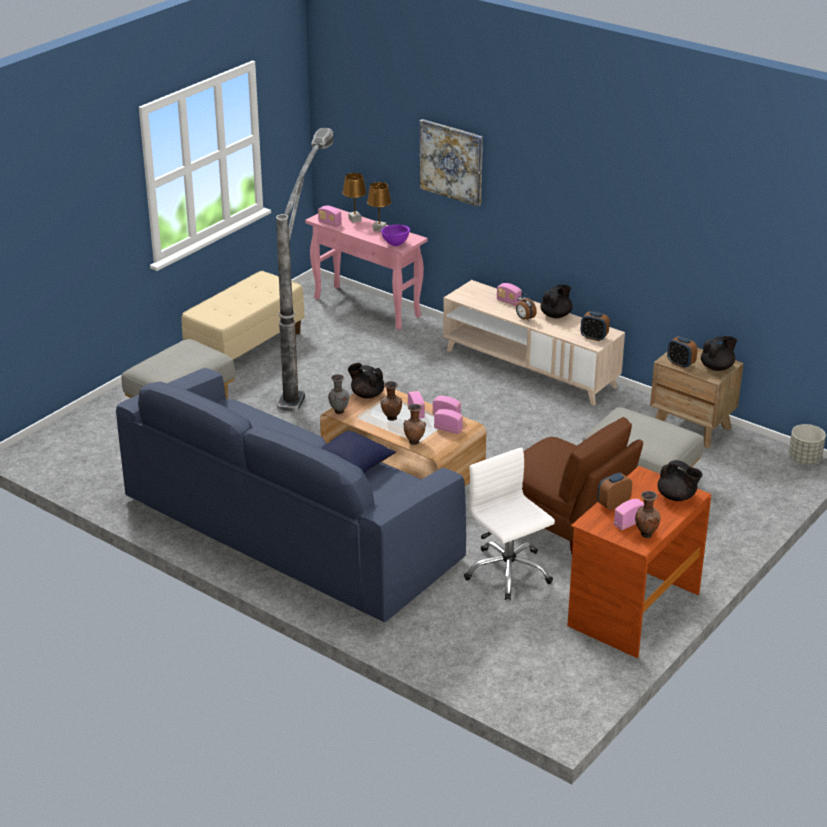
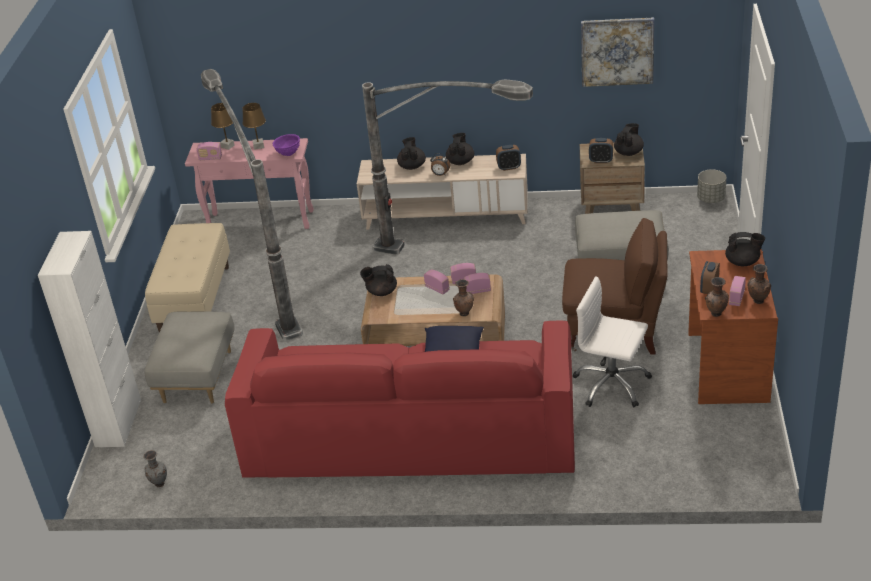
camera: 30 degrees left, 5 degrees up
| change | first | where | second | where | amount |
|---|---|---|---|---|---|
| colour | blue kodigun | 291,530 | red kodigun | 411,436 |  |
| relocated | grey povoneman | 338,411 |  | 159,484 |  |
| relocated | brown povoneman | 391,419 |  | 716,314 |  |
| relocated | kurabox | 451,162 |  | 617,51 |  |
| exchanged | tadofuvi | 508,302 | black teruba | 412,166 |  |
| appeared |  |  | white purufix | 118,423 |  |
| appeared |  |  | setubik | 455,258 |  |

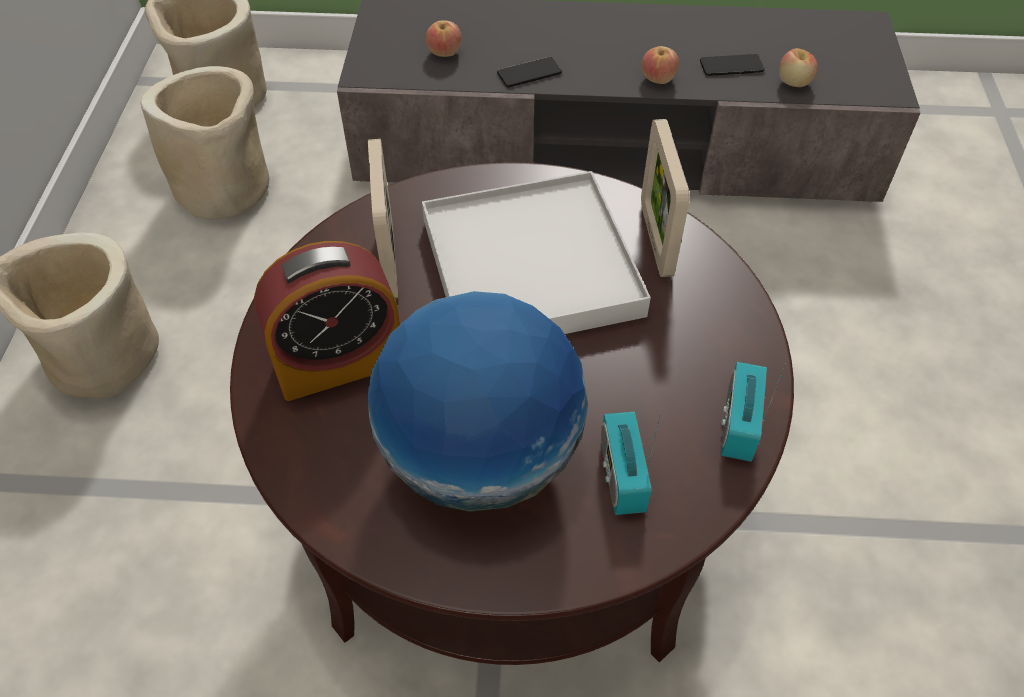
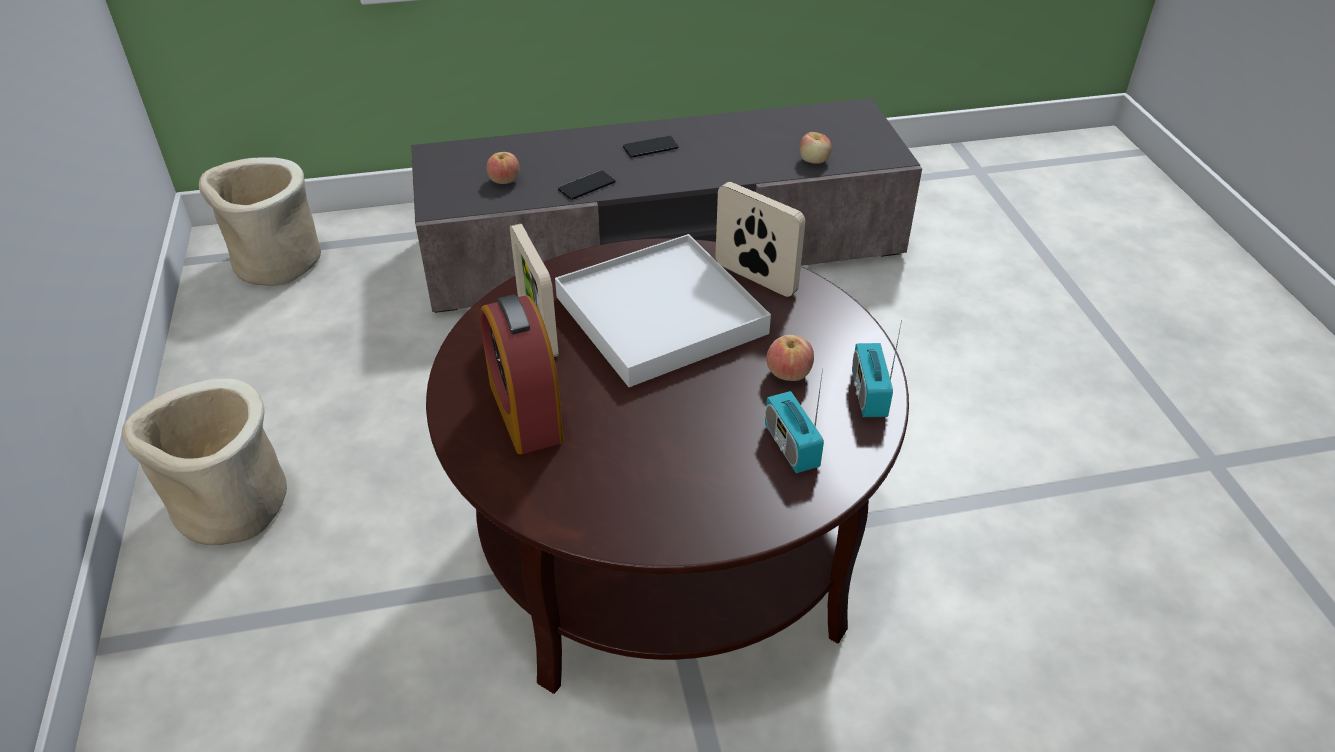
camera: 15 degrees left, 10 degrees down
| change | first | where | second | where | amount |
|---|---|---|---|---|---|
| missing | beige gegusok | 225,188 |  |  |  |
| spun | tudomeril | 339,362 |  | 525,412 | 105 degrees clockwise |
| missing | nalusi | 481,457 |  |  |  |
| relocated | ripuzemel | 657,79 |  | 788,374 |  |
| spun | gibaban | 656,239 |  | 755,278 | 150 degrees clockwise |
| relocated | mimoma | 731,66 |  | 650,147 |  |

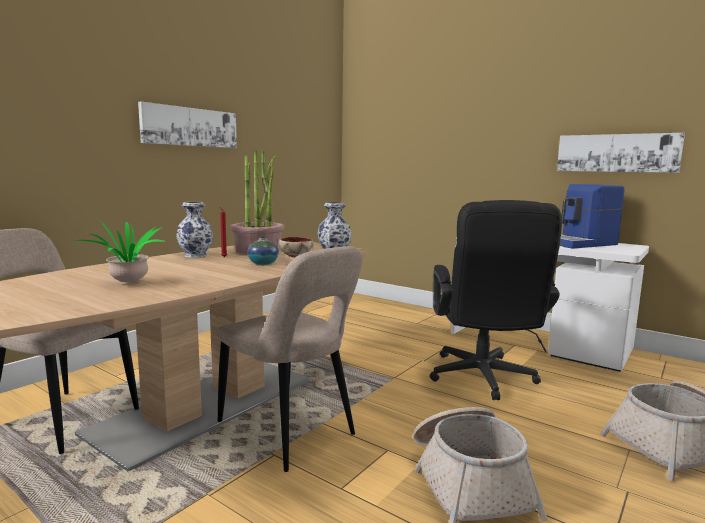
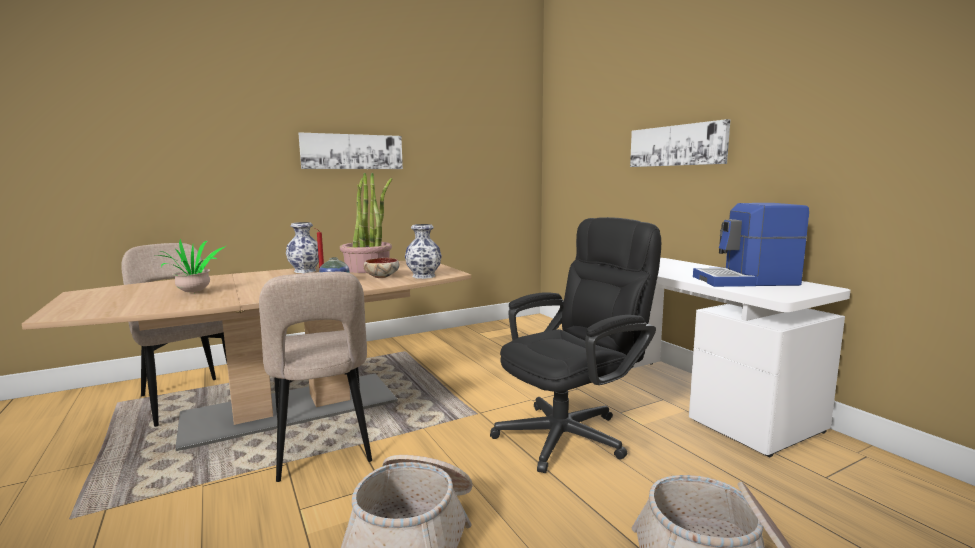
camera: 25 degrees right, 0 degrees up
| change | first | where | second | where | amount |
|---|---|---|---|---|---|
| spun | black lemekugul | 483,379 |  | 572,433 | 150 degrees counterclockwise |
| relocated | kurabox | 616,153 |  | 676,145 |  |

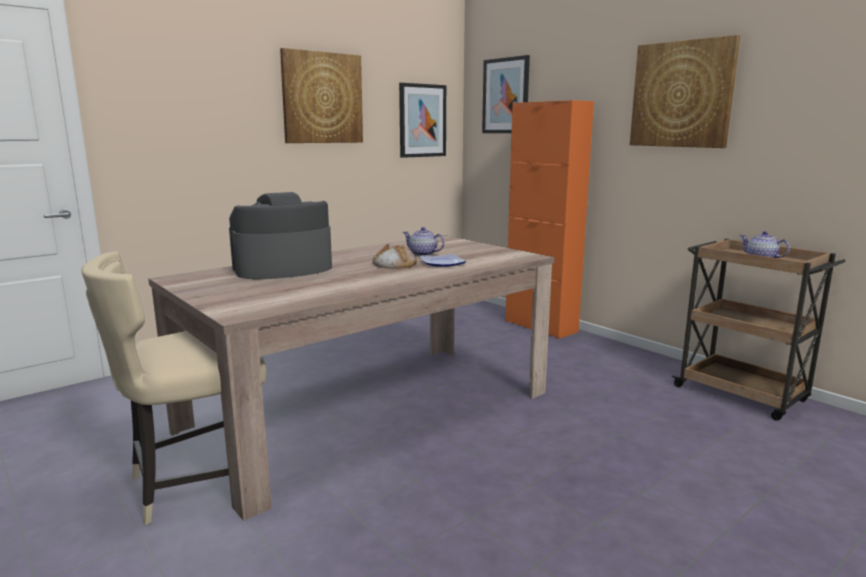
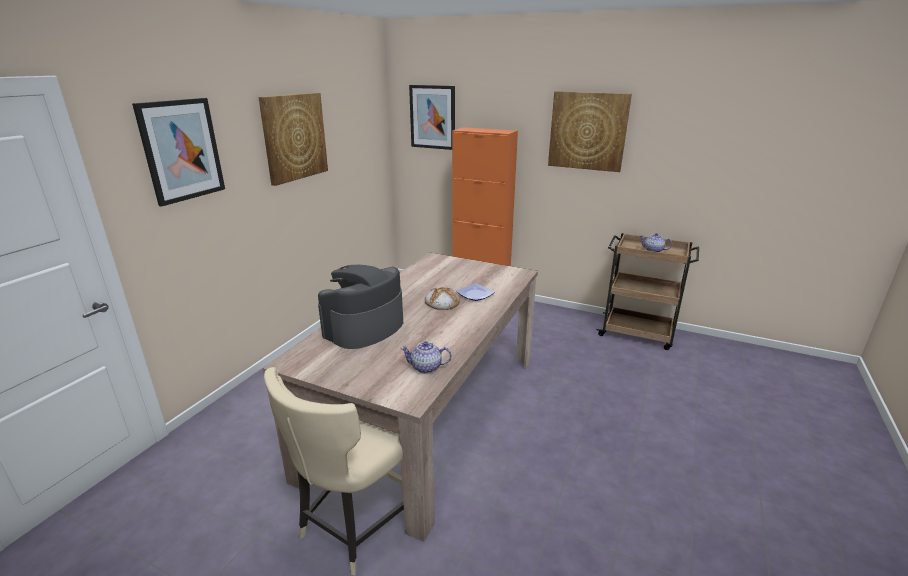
camera: 25 degrees left, 10 degrees up
| change | first | where | second | where | amount |
|---|---|---|---|---|---|
| relocated | kurabox | 422,120 |  | 181,150 |  |
| relocated | teruba | 423,254 |  | 426,367 |  |

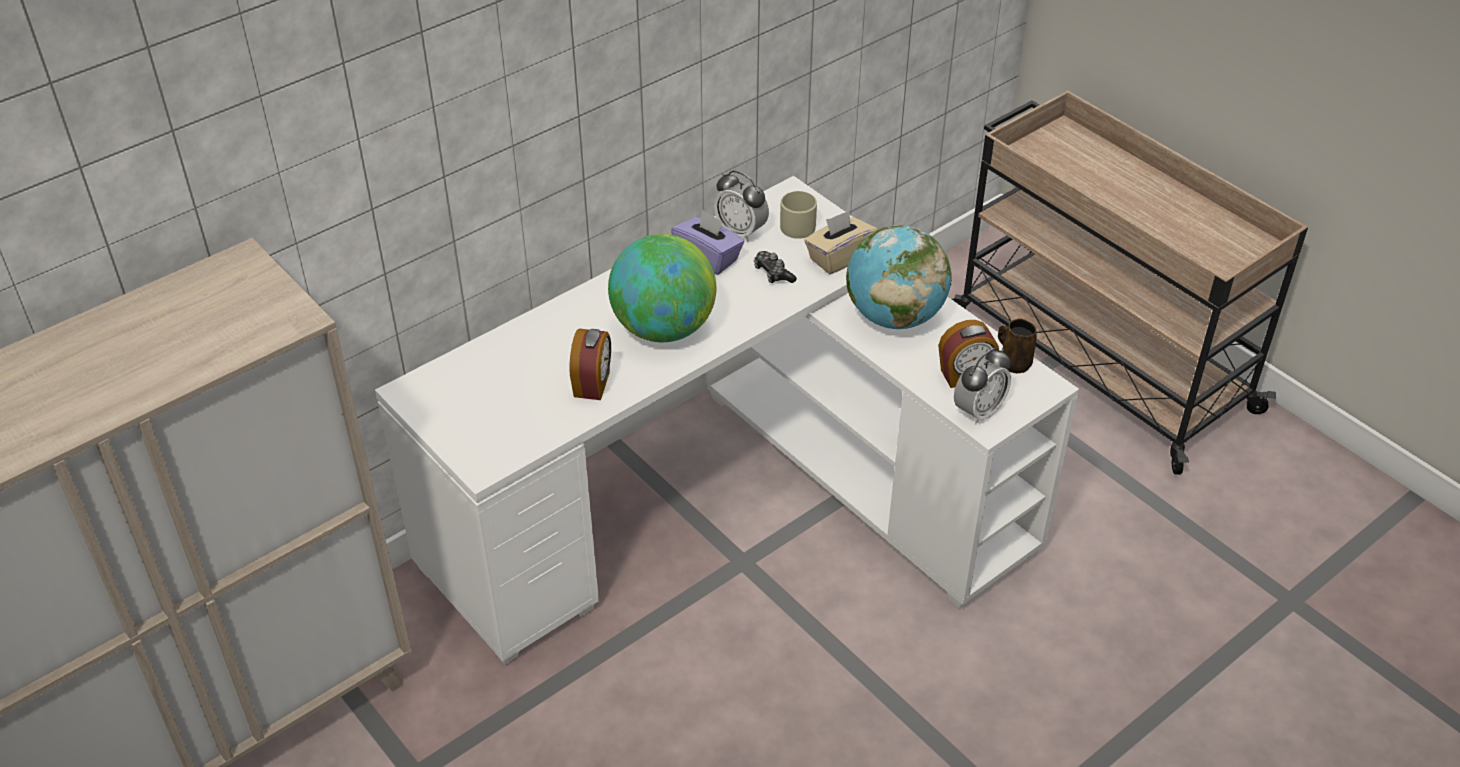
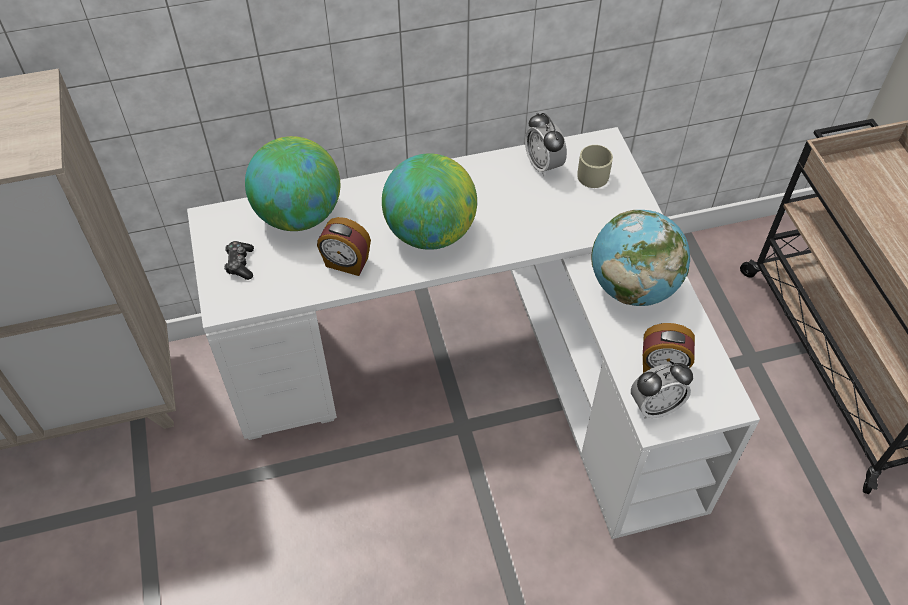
camera: 25 degrees right, 10 degrees up
| change | first | where | second | where | amount |
|---|---|---|---|---|---|
| spun | tudomeril | 593,384 |  | 346,263 | 75 degrees clockwise |
| missing | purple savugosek | 708,258 |  |  |  |
| relocated | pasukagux | 773,273 |  | 240,264 |  |
| missing | beige savugosek | 839,257 |  |  |  |
| missing | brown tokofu | 1014,363 |  |  |  |
| appeared |  |  | nalusi | 298,215 |  |

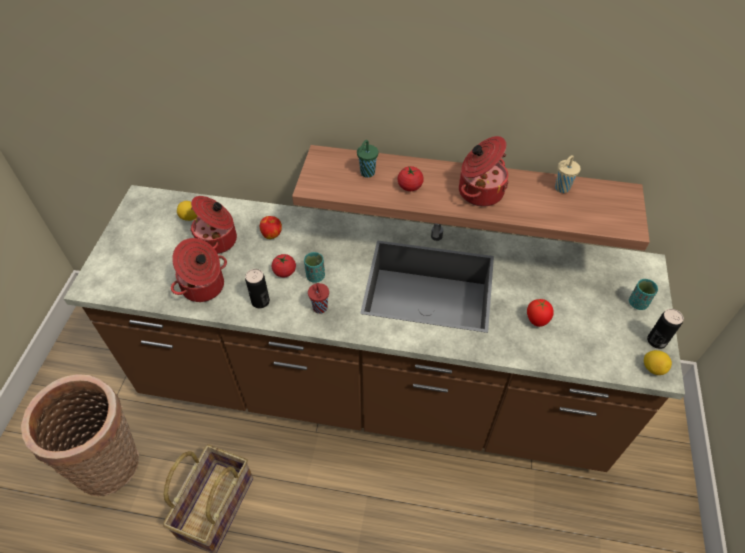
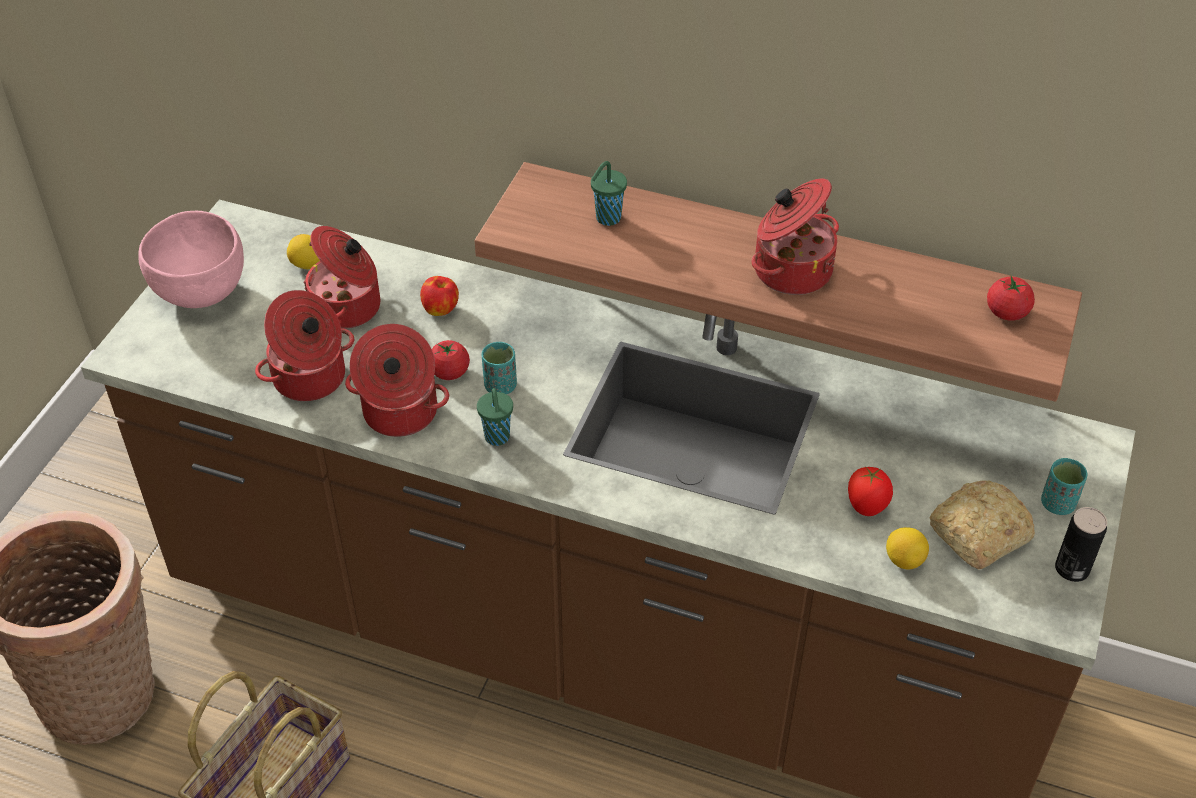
camera: 10 degrees right, 5 degrees down
| change | first | where | second | where | amount |
|---|---|---|---|---|---|
| exchanged | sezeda | 260,301 | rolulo | 399,413 |  |
| colour | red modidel | 320,308 | green modidel | 497,438 |  |
| relocated | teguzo | 410,186 |  | 1007,312 |  |
| missing | beige modidel | 561,188 |  |  |  |
| relocated | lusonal | 653,368 |  | 904,560 |  |
| appeared |  |  | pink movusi | 200,292 |  |
| appeared |  |  | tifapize | 976,535 |  |

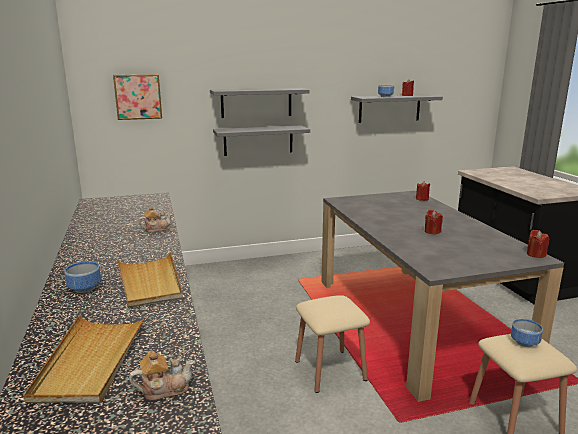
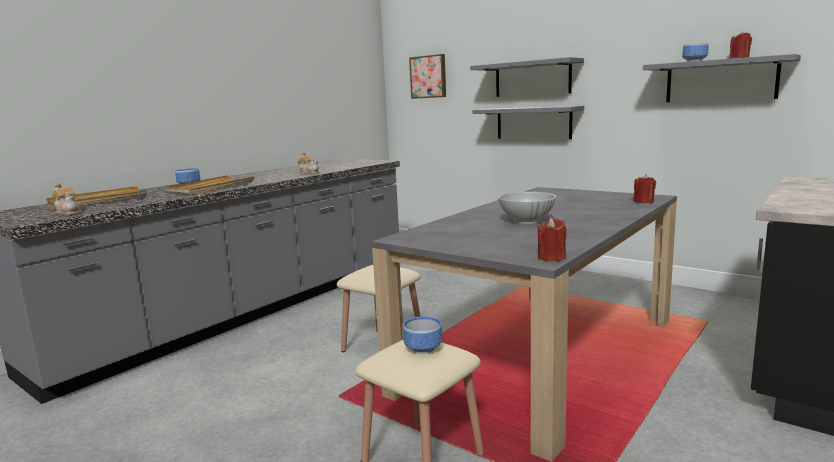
camera: 55 degrees right, 5 degrees down
| change | first | where | second | where | amount |
|---|---|---|---|---|---|
| exchanged | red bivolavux | 432,231 | white movusi | 526,221 |  |

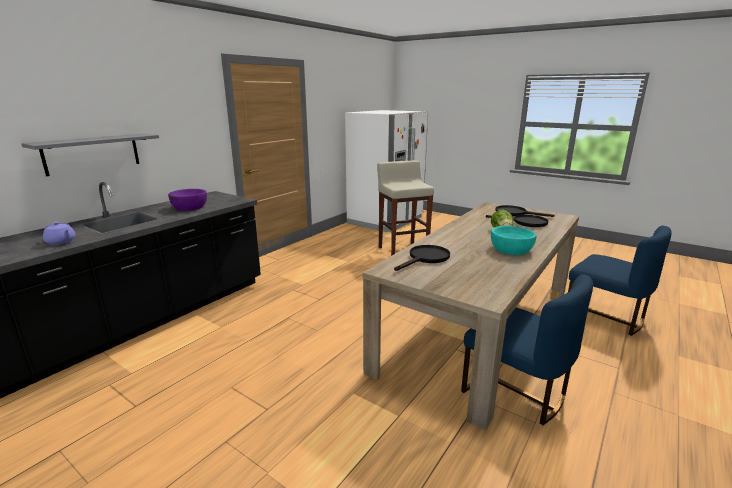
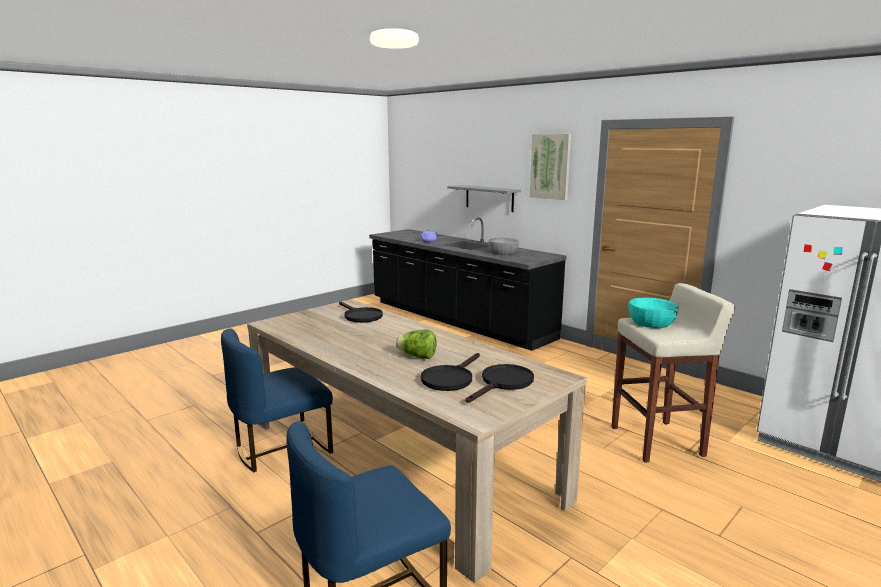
camera: 100 degrees right, 5 degrees down
| change | first | where | second | where | amount |
|---|---|---|---|---|---|
| colour | purple movusi | 189,207 | grey movusi | 502,253 |  |
| relocated | turquoise movusi | 511,249 |  | 651,322 |  |
| appeared |  |  | kurabox | 550,166 |  |

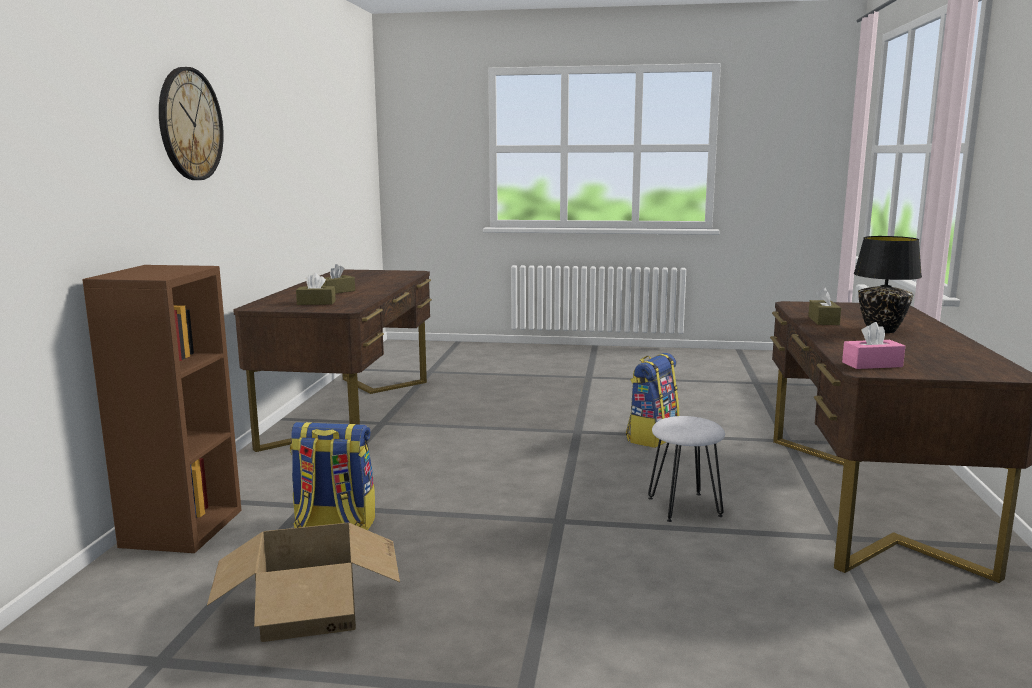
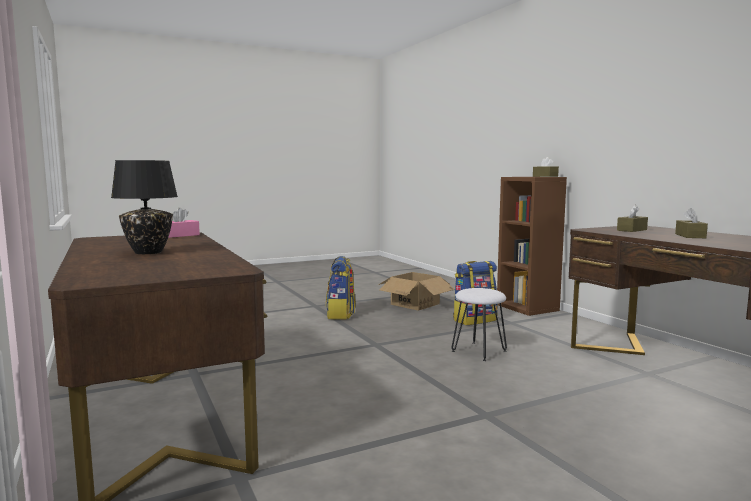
camera: 145 degrees right, 5 degrees down
| change | first | where | second | where | amount |
|---|---|---|---|---|---|
| missing | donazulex | 190,124 |  |  |  |
| relocated | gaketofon | 651,437 |  | 341,314 |  |
| relocated | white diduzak | 684,506 |  | 479,351 |  |
| relocated | brown savugosek | 823,320 |  | 545,176 |  |

